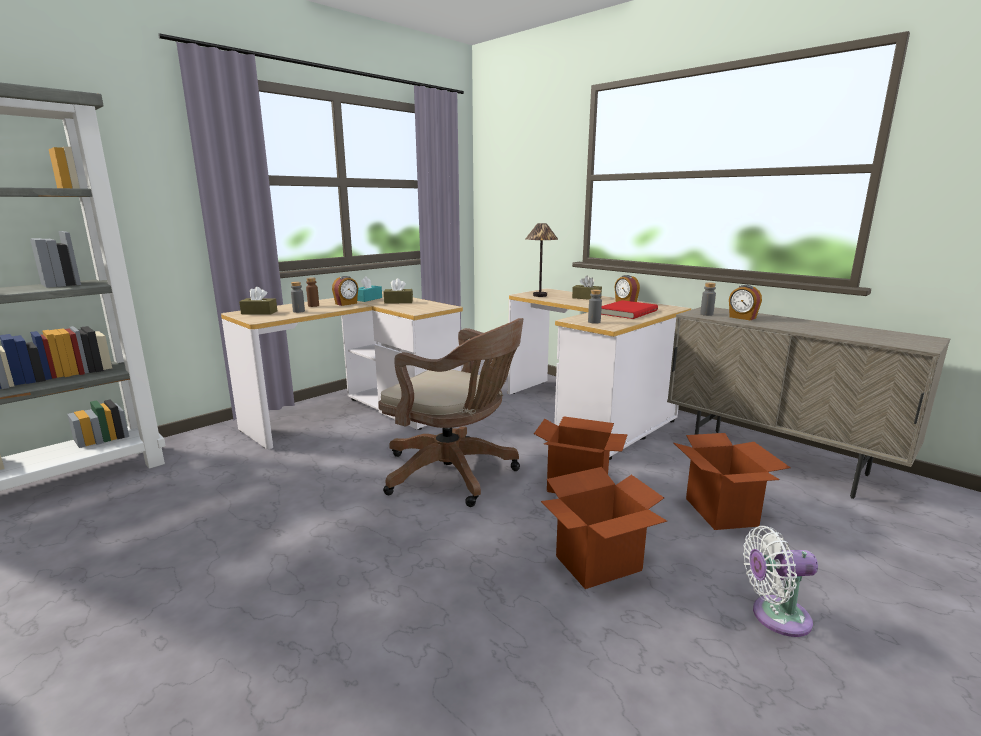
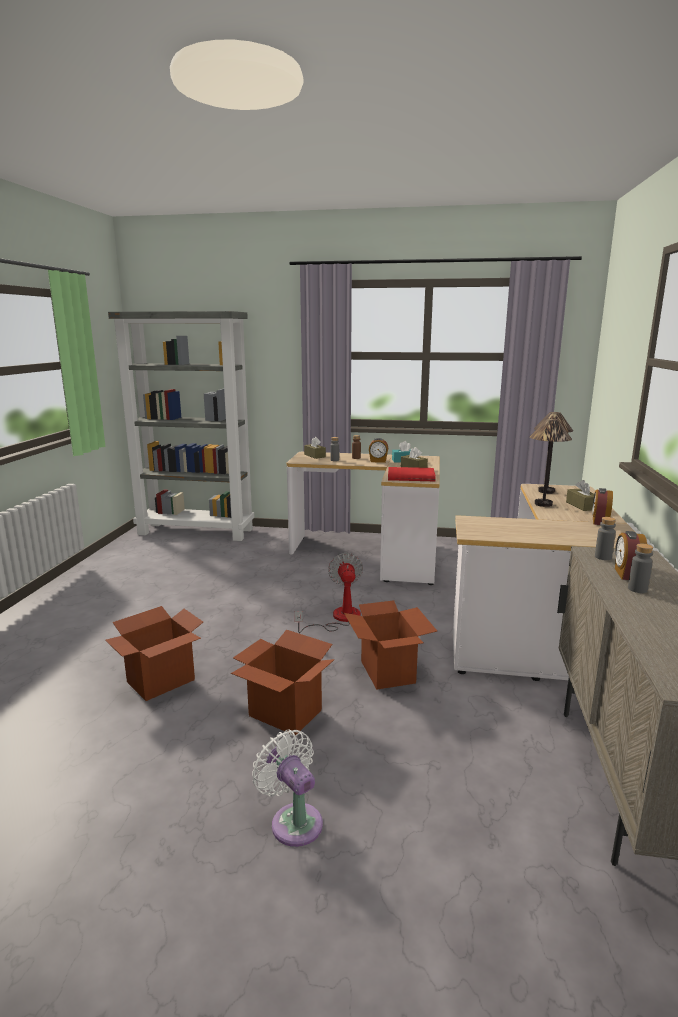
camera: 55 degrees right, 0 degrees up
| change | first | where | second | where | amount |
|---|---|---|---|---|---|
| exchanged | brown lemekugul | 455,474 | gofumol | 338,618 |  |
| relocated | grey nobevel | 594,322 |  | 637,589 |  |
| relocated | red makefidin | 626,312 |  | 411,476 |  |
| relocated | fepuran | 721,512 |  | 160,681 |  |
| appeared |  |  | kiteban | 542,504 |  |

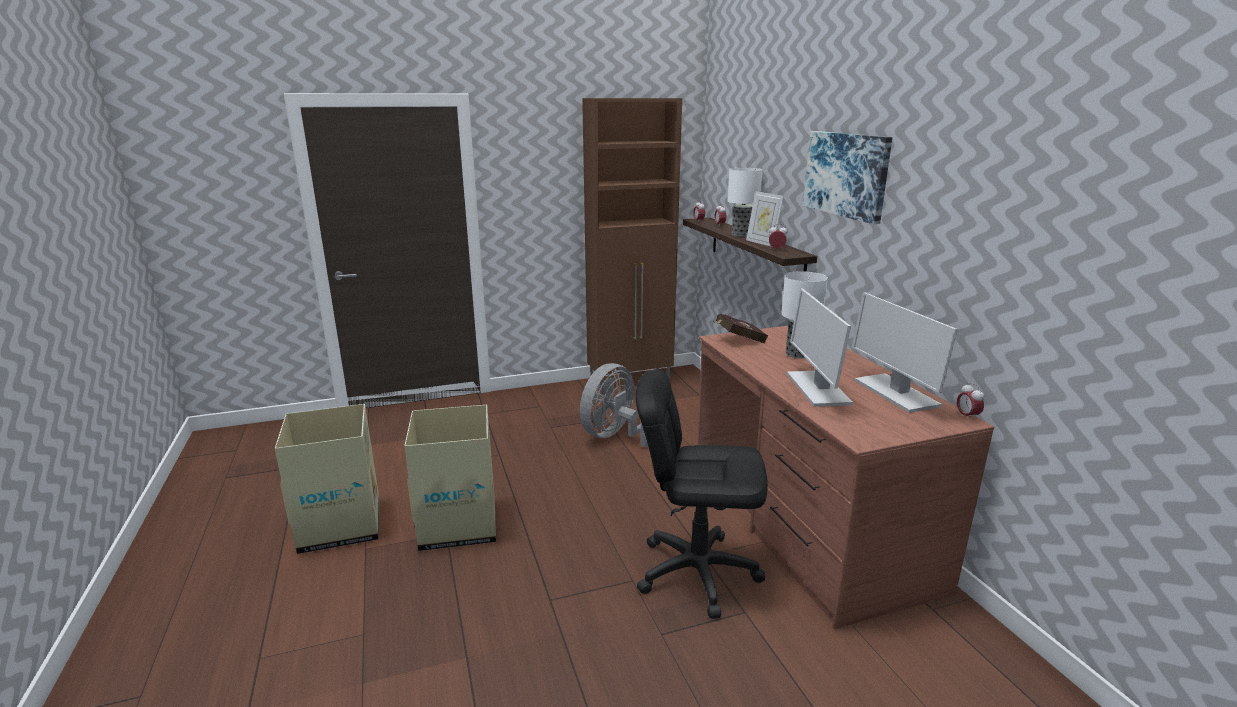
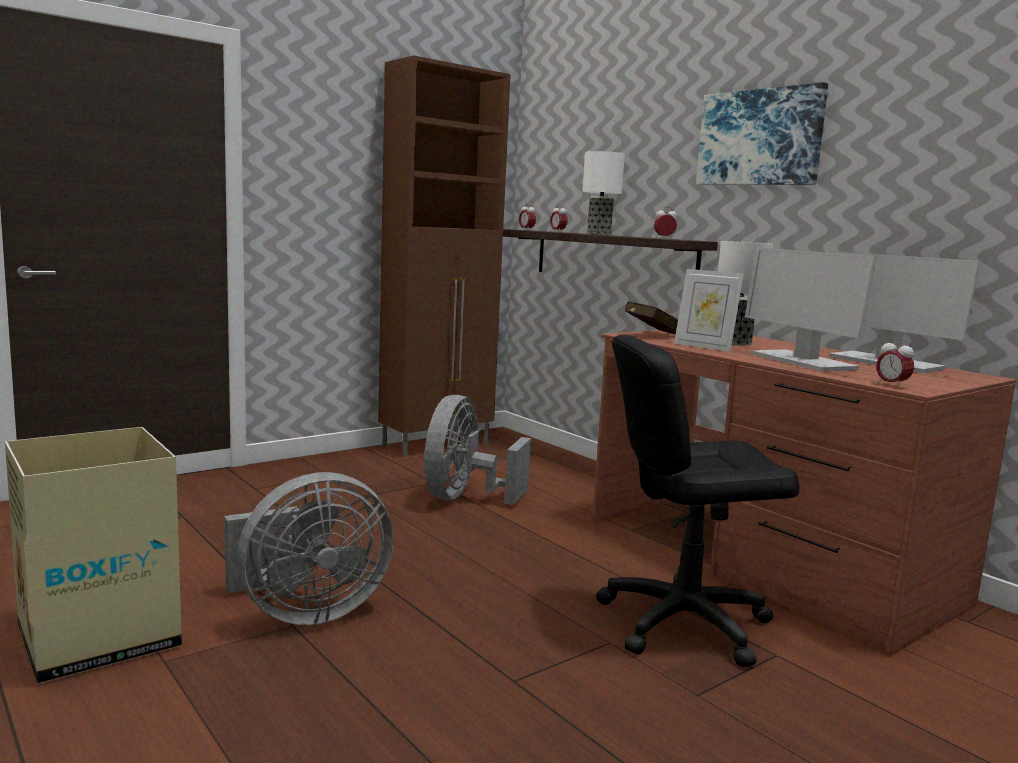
camera: 20 degrees left, 10 degrees down
| change | first | where | second | where | amount |
|---|---|---|---|---|---|
| exchanged | fepuran | 459,524 | grey gofumol | 306,612 |  |
| relocated | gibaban | 762,243 |  | 704,347 |  |
| relocated | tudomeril | 967,416 |  | 891,385 |  |

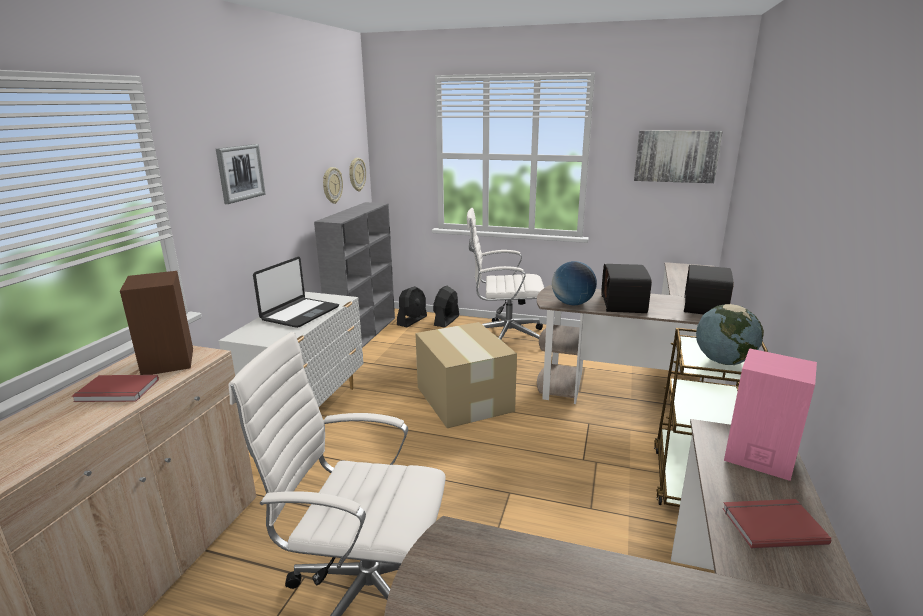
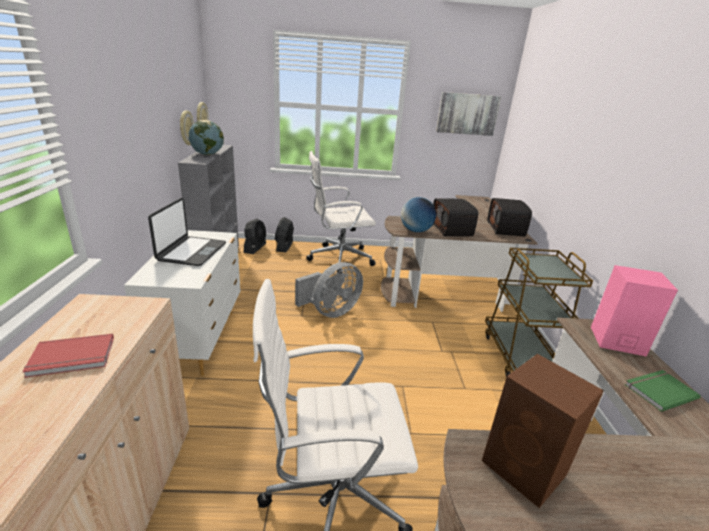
camera: 20 degrees left, 5 degrees up
| change | first | where | second | where | amount |
|---|---|---|---|---|---|
| relocated | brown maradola | 168,362 |  | 525,469 |  |
| missing | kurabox | 240,173 |  |  |  |
| exchanged | fepuran | 464,398 | grey gofumol | 330,312 |  |
| relocated | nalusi | 723,361 |  | 207,154 |  |
| colour | red makefidin | 771,524 | green makefidin | 658,391 |  |

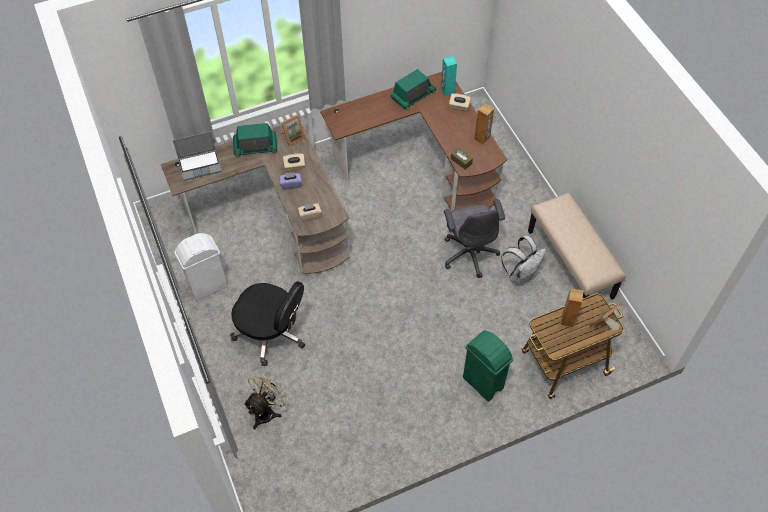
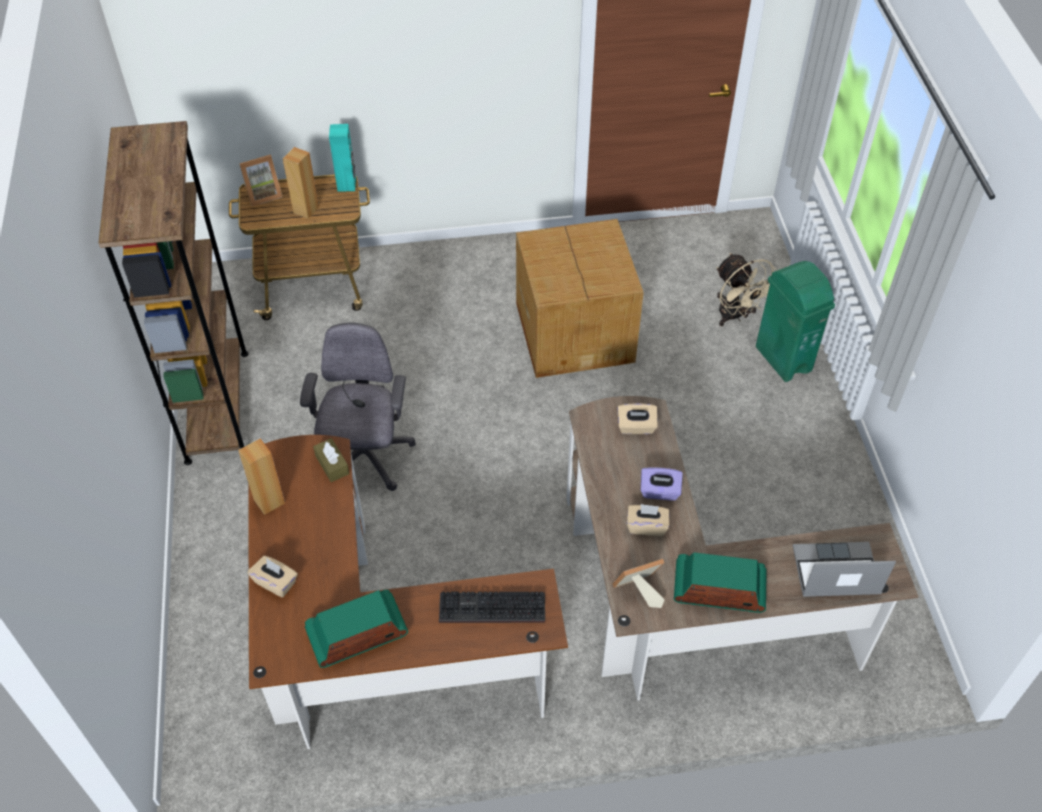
camera: 165 degrees left, 5 degrees down
| change | first | where | second | where | amount |
|---|---|---|---|---|---|
| missing | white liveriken | 208,286 |  |  |  |
| missing | black lemekugul | 272,333 |  |  |  |
| spun | beige gofumol | 267,411 |  | 735,316 | 75 degrees counterclockwise |
| relocated | turquoise maradola | 447,91 |  | 347,184 |  |
| relocated | green liveriken | 483,383 |  | 783,358 |  |
| missing | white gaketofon | 521,275 |  |  |  |
| exchanged | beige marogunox | 570,264 | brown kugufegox | 217,406 |  |
| appeared |  |  | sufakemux | 490,610 |  |
| appeared |  |  | fepuran | 575,331 |  |

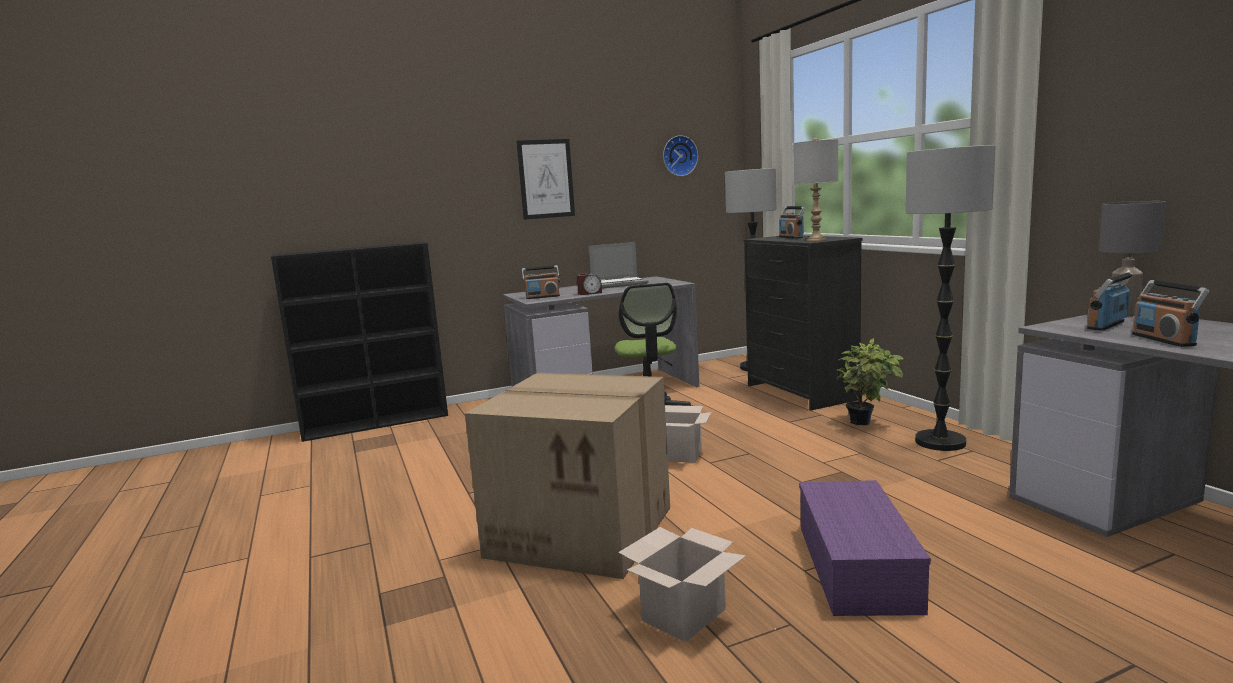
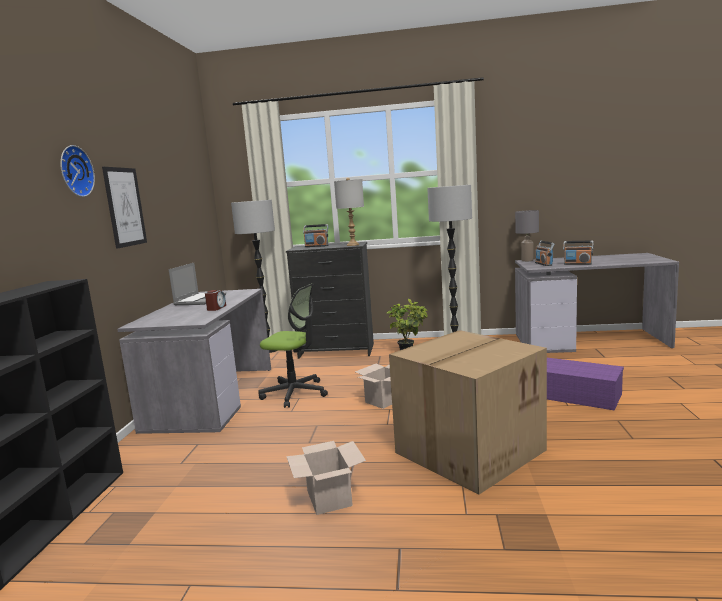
camera: 60 degrees left, 0 degrees up
| change | first | where | second | where | amount |
|---|---|---|---|---|---|
| missing | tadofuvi | 542,297 |  |  |  |
| relocated | fepuran | 684,613 |  | 328,498 |  |
| relocated | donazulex | 679,156 |  | 74,171 |  |

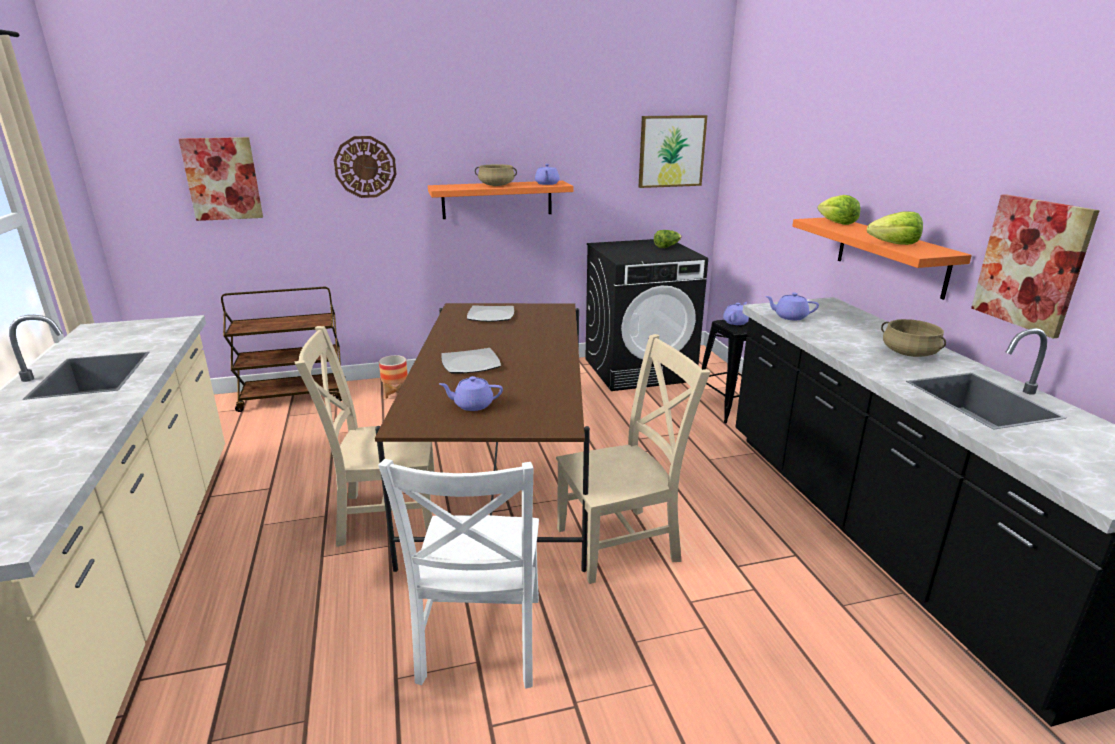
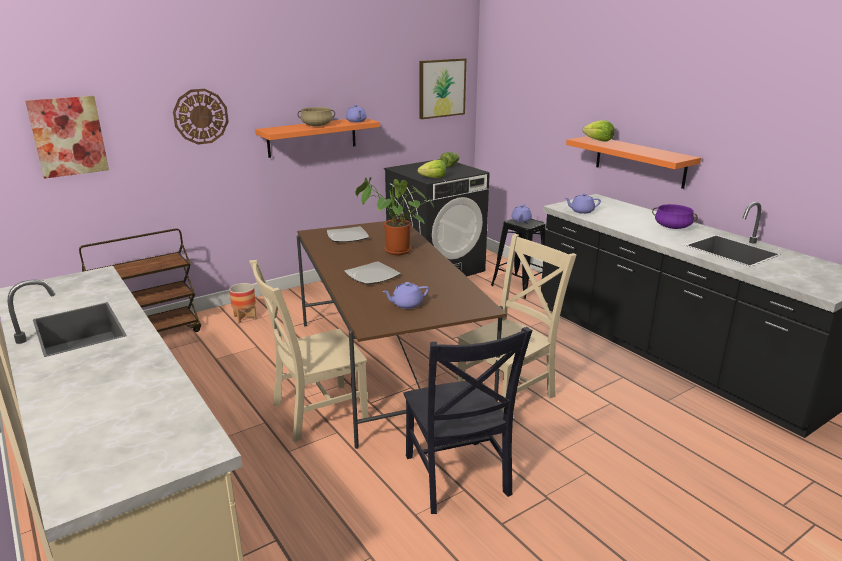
camera: 20 degrees left, 0 degrees up
| change | first | where | second | where | amount |
|---|---|---|---|---|---|
| colour | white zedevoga | 480,643 | black zedevoga | 457,478 |  |
| relocated | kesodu | 895,244 |  | 433,178 |  |
| colour | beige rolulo | 909,353 | purple rolulo | 672,227 |  |
| missing | kurabox | 1031,264 |  |  |  |
| appeared |  |  | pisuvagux | 394,251 |  |

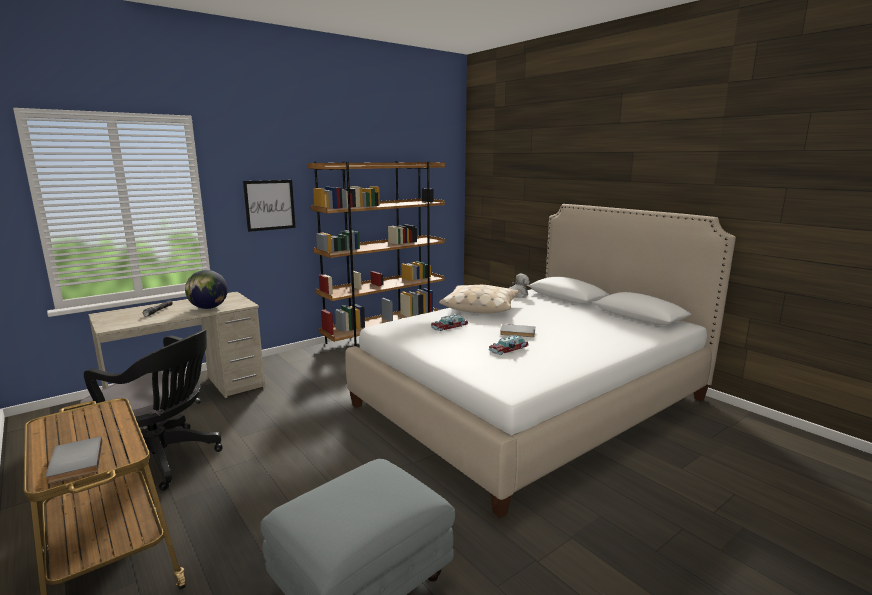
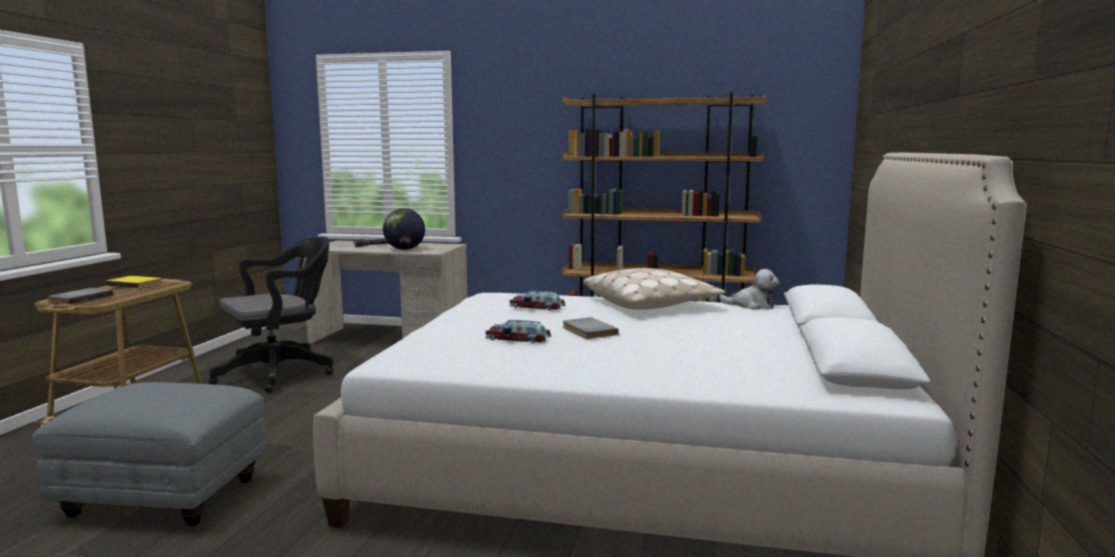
camera: 50 degrees right, 5 degrees down
| change | first | where | second | where | amount |
|---|---|---|---|---|---|
| spun | black lemekugul | 163,461 |  | 281,373 | 105 degrees counterclockwise |
| missing | kurabox | 269,205 |  |  |  |
| appeared |  |  | yellow makefidin | 136,284 |  |

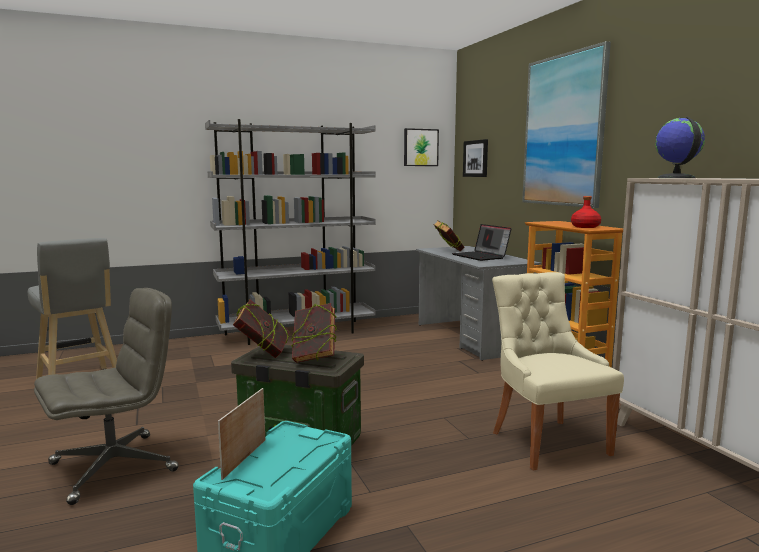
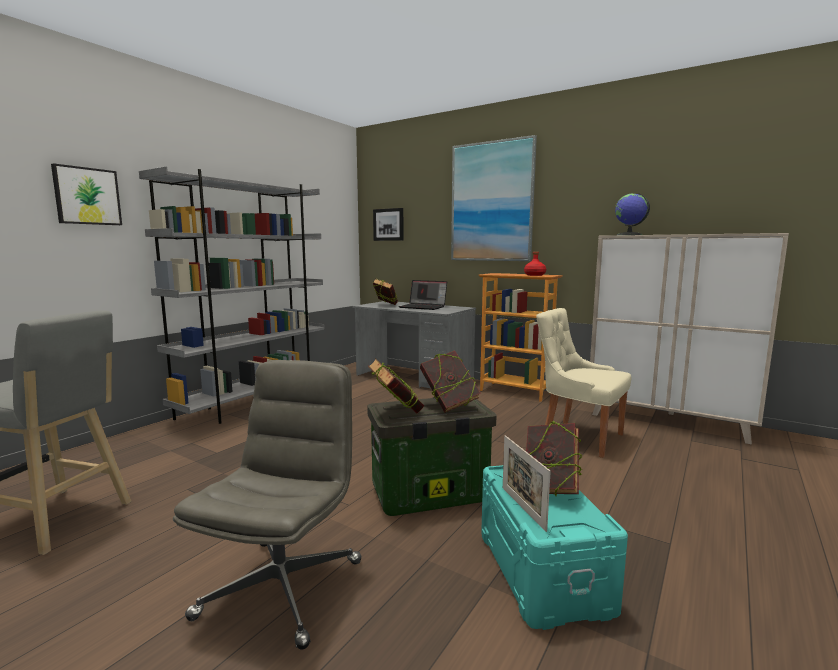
camera: 35 degrees left, 0 degrees up
| change | first | where | second | where | amount |
|---|---|---|---|---|---|
| relocated | kurabox | 420,147 |  | 87,196 |  |
| appeared |  |  | makefidin | 550,489 |  |

